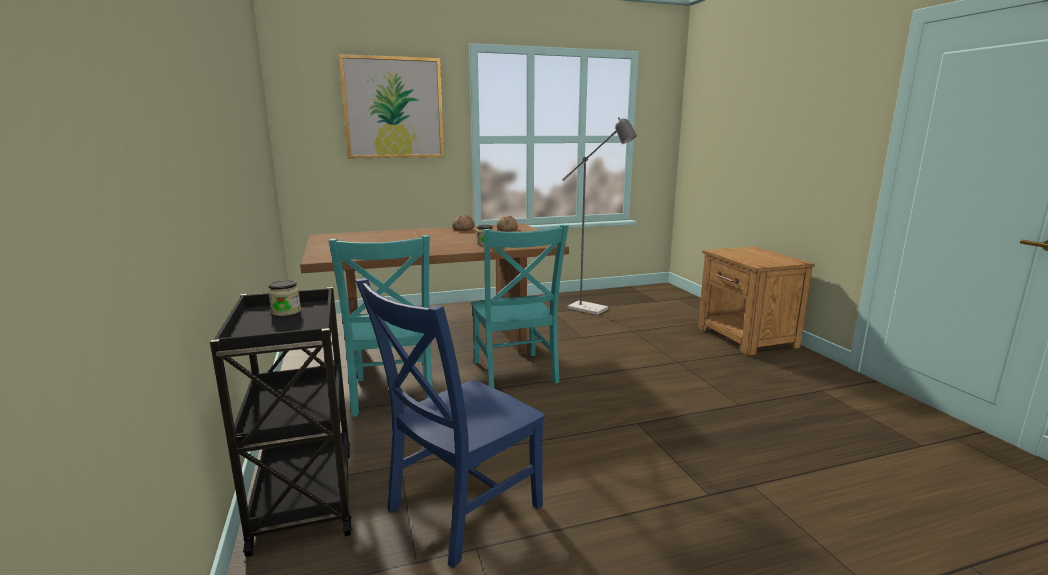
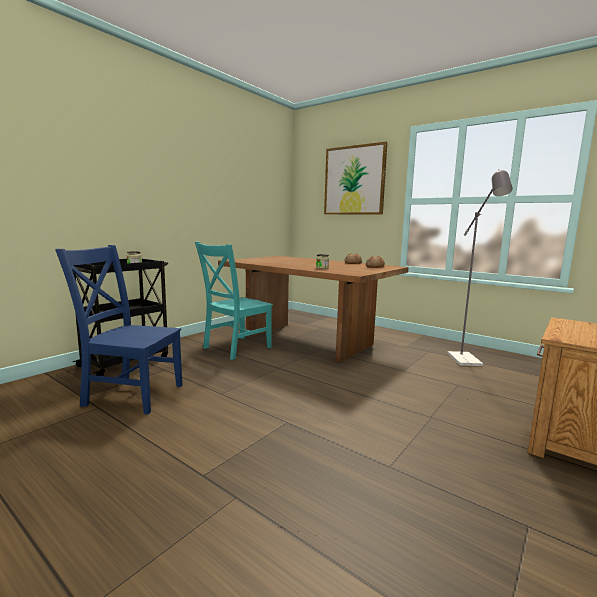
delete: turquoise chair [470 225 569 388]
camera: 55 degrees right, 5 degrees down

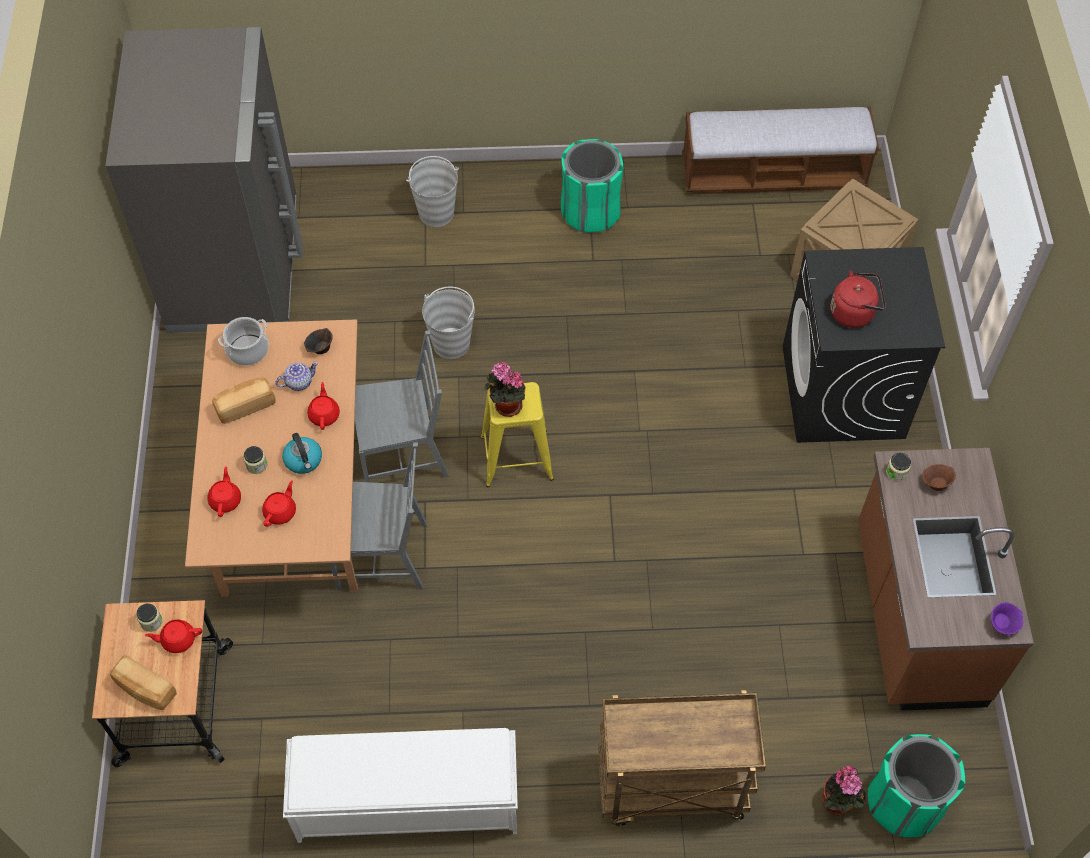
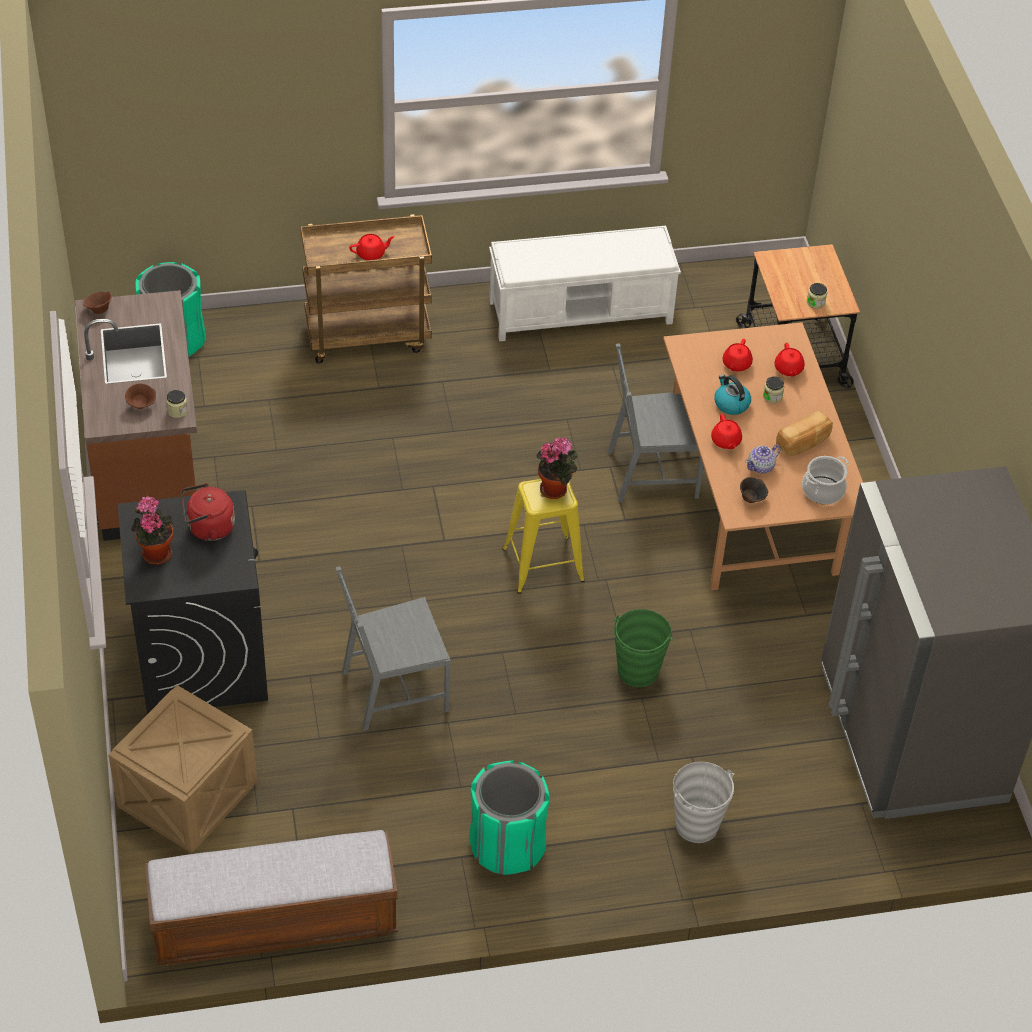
delete: bread [110 656 177 710]
move: grey chair [355 330 449 482] to [336 566 451 731]; red teapot [145 620 202 653] to [349 234 394 260]; potted plant [822 766 866 815] to [131 496 173 565]
recolor: grey bucket [422 287 475 359] to green bucket [613 609 673 687]; purple bowl [991 602 1023 635] to brown bowl [83 292 112 314]
camera: 170 degrees right, 10 degrees down

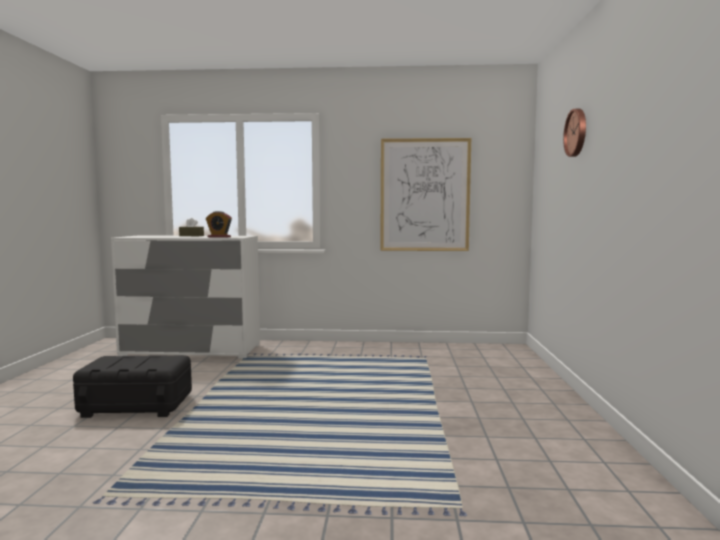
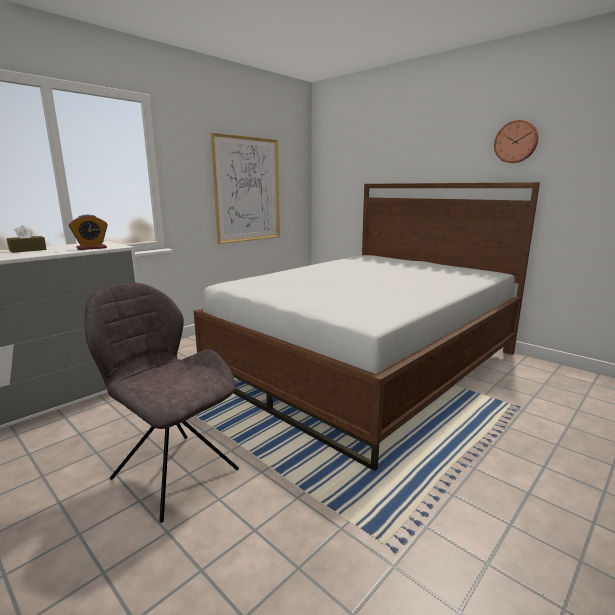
insert: bed [194 182 540 471]
move: wall clock [563 109 586 157] to [494 120 538 163]
replace: black storage box [73 355 192 418] to grey chair [84 283 239 523]
camera: 50 degrees left, 10 degrees up

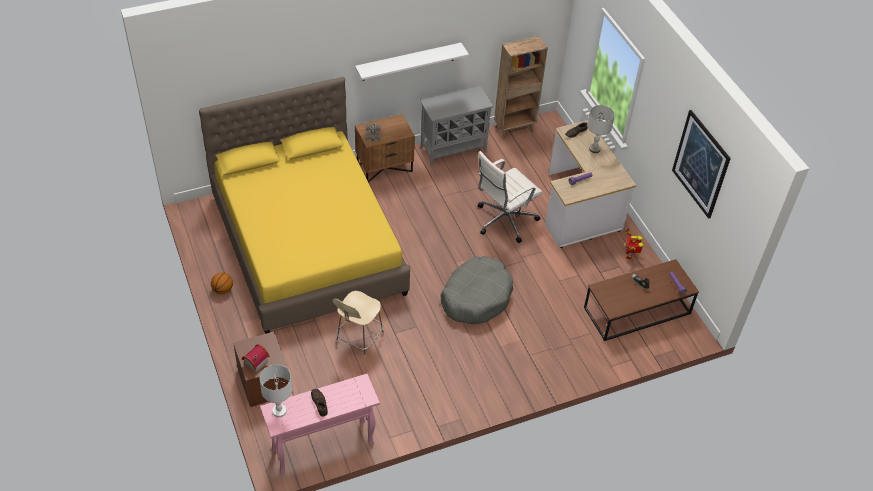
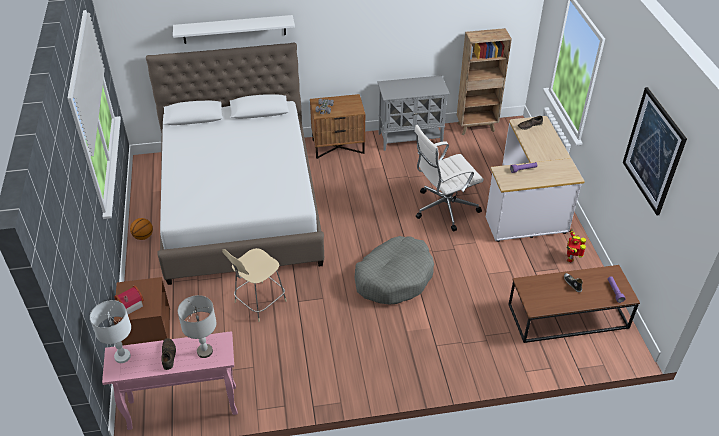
move: white shelf [355 43 469 81] to [173 15 295 44]; grey table lamp [587 105 615 153] to [178 295 217 358]
recolor: yellow bed [199 77 410 334] to white bed [146 42 324 285]
camera: 15 degrees right, 5 degrees down

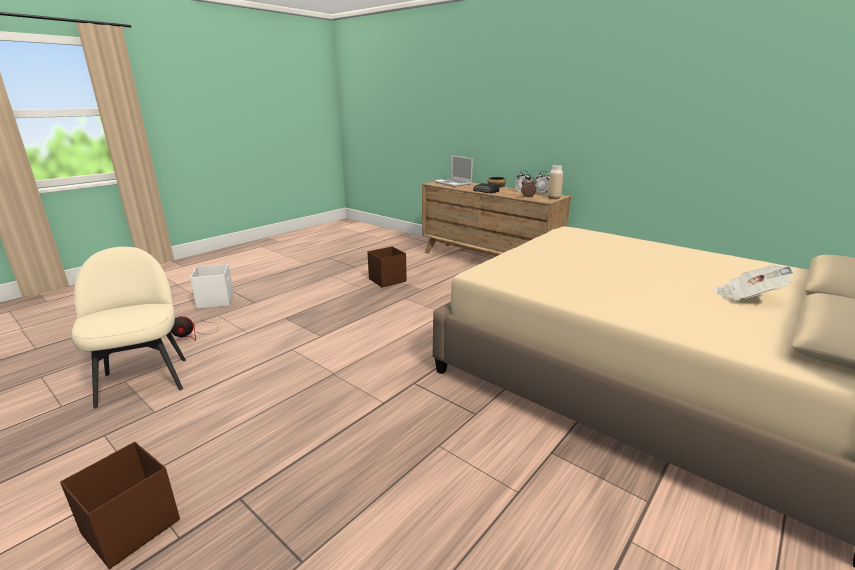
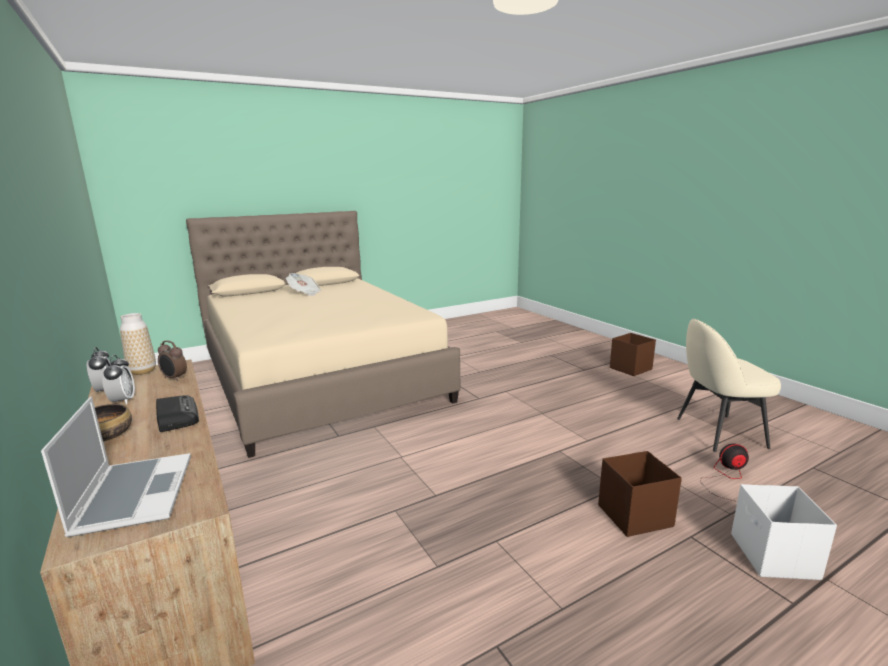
move: brown storage box [367 246 407 288] to [598 451 682 537]
rotate: beige chair [71 247 186 408] = [677 319 781 452] 90 degrees clockwise
camera: 160 degrees left, 5 degrees down

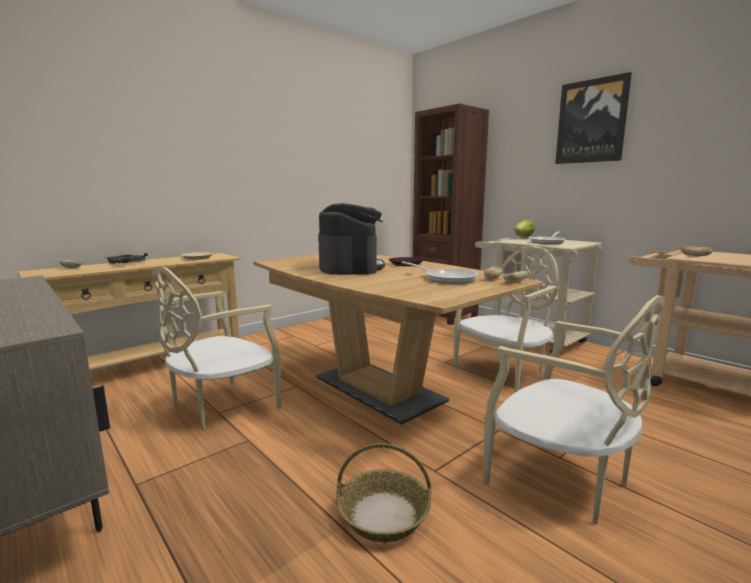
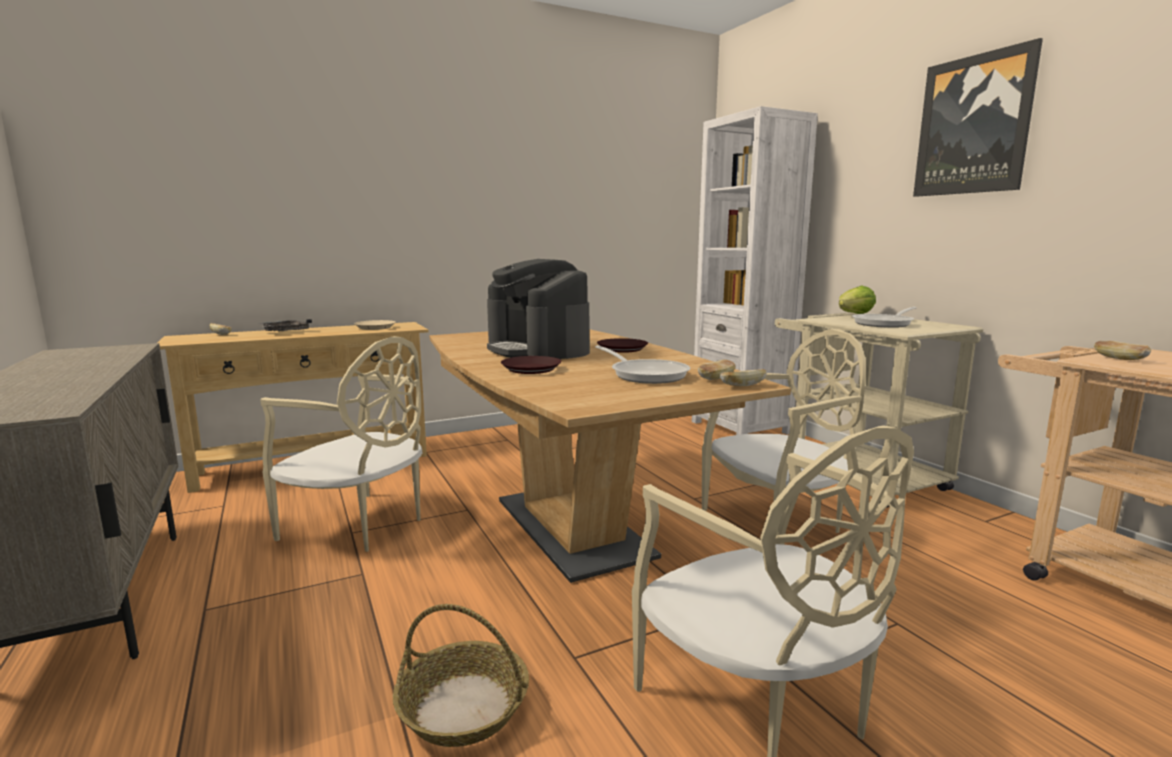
insert: brown plate [501 356 562 374]
recolor: brown bookcase [413 104 489 325] to white bookcase [692 106 818 435]
rotate: coffee machine [318 203 385 275] = [487 259 590 359] 135 degrees clockwise; beige chair [152 267 281 431] = [260 336 423 552] 120 degrees counterclockwise
camera: 15 degrees right, 0 degrees up

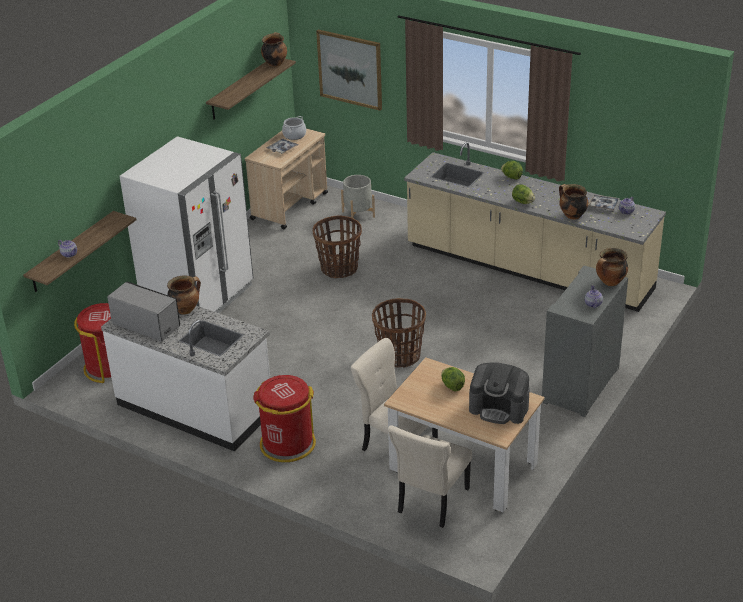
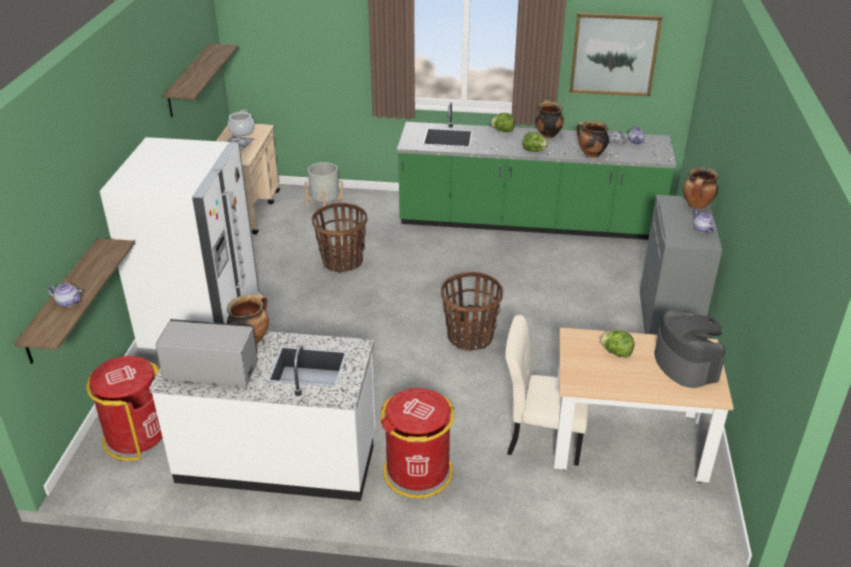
delete: beige chair [388 426 472 528]
move: picture [316 30 382 111] to [569 13 662 97]; cooking pot [261 32 287 67] to [535 100 564 138]
recolor: beige counter [404 142 666 312] to green counter [397 102 676 240]
rotate: coffee machine [469 362 530 424] = [654 310 726 388] 105 degrees counterclockwise
camera: 25 degrees left, 0 degrees up

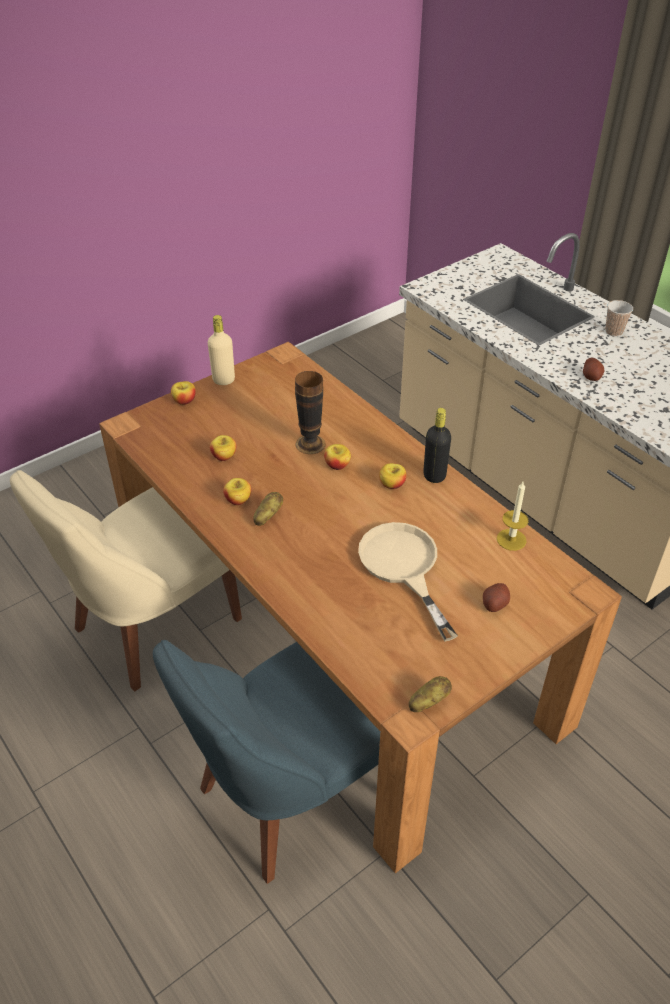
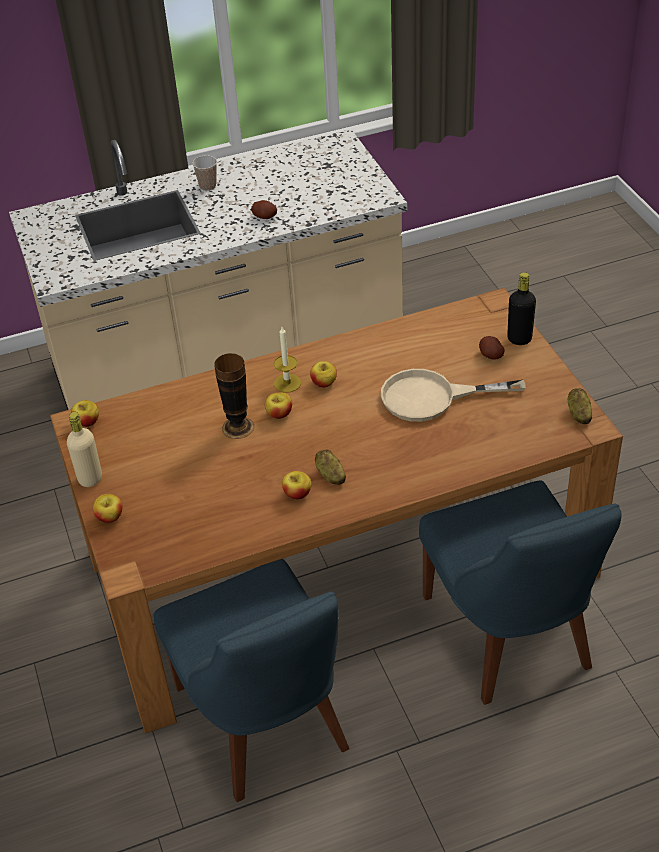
move: black bottle [423 408 451 483] to [507 272 536 345]; apple [210 435 236 461] to [71 400 99 427]; candle [497 482 529 551] to [274 327 301 393]
recolor: beige chair [10 470 242 691] to blue chair [154 559 349 802]
camera: 70 degrees left, 0 degrees up

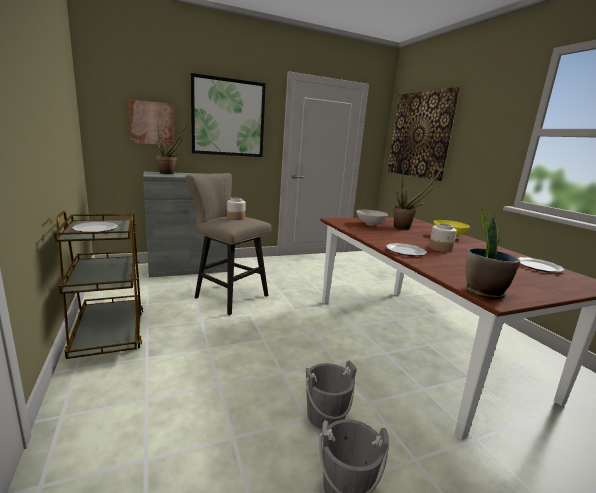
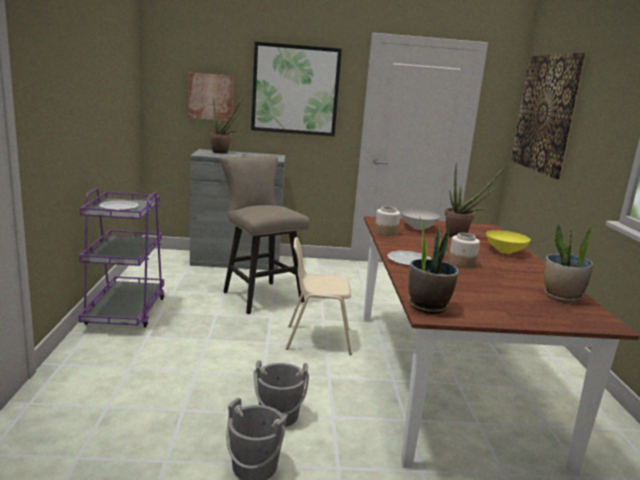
insert: beige chair [286 237 352 355]
move: jar [227 198 246 220] to [375 206 400 236]
replace: plate [518 257 564 272] to potted plant [544 224 593 302]
recolor: brown cart [54 210 143 359] to purple cart [79 188 165 327]
camera: 20 degrees right, 0 degrees up

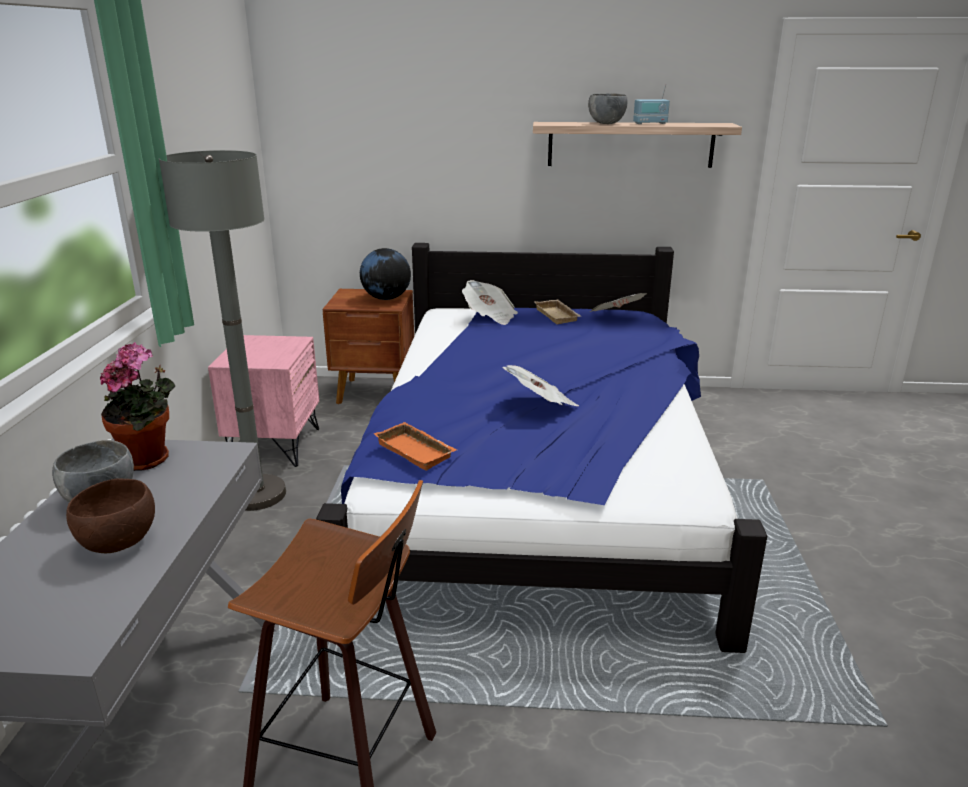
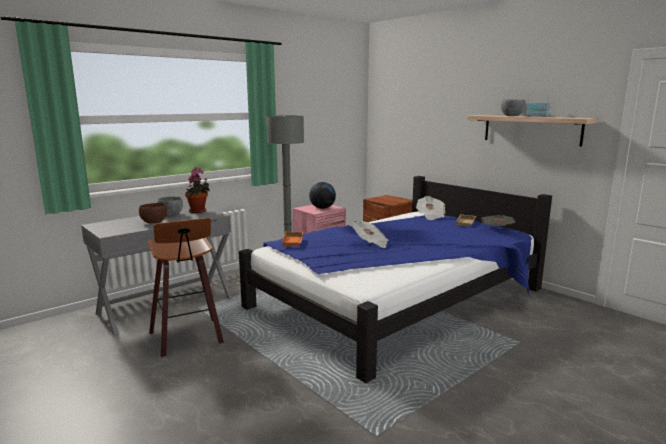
move: globe [360 248 411 300] to [309 182 336 209]
camera: 45 degrees right, 10 degrees down

